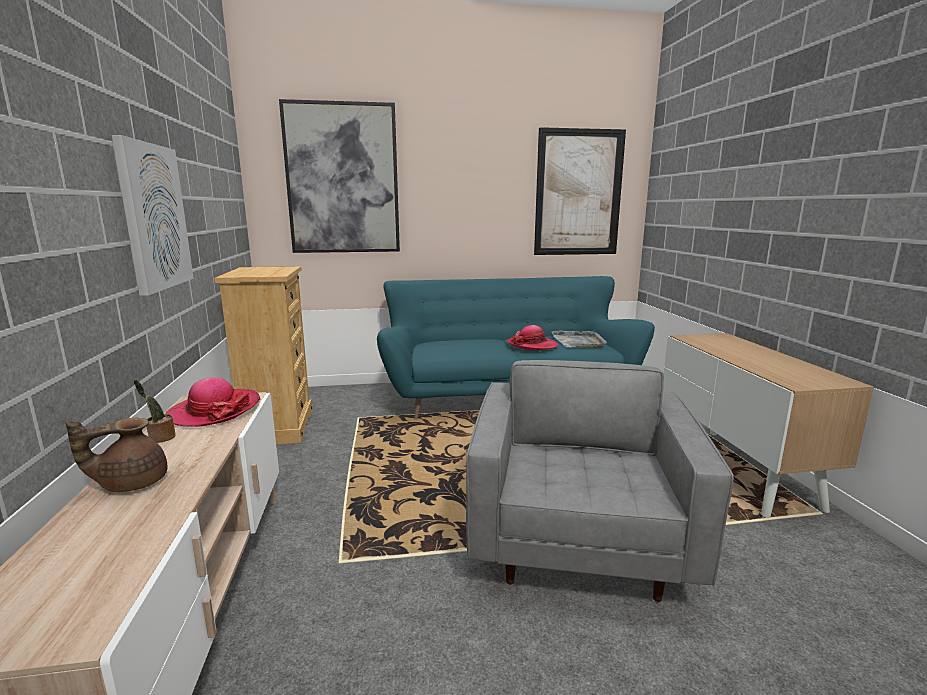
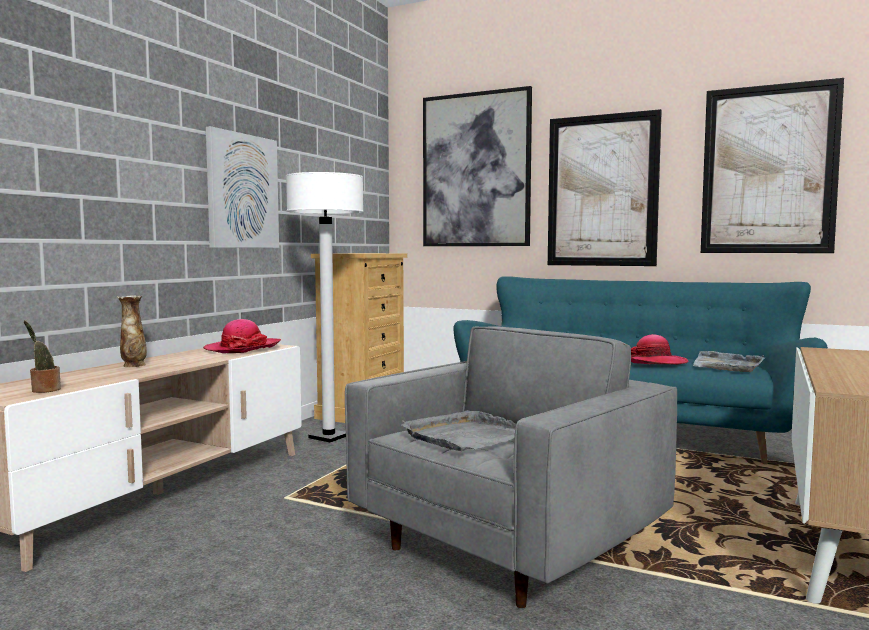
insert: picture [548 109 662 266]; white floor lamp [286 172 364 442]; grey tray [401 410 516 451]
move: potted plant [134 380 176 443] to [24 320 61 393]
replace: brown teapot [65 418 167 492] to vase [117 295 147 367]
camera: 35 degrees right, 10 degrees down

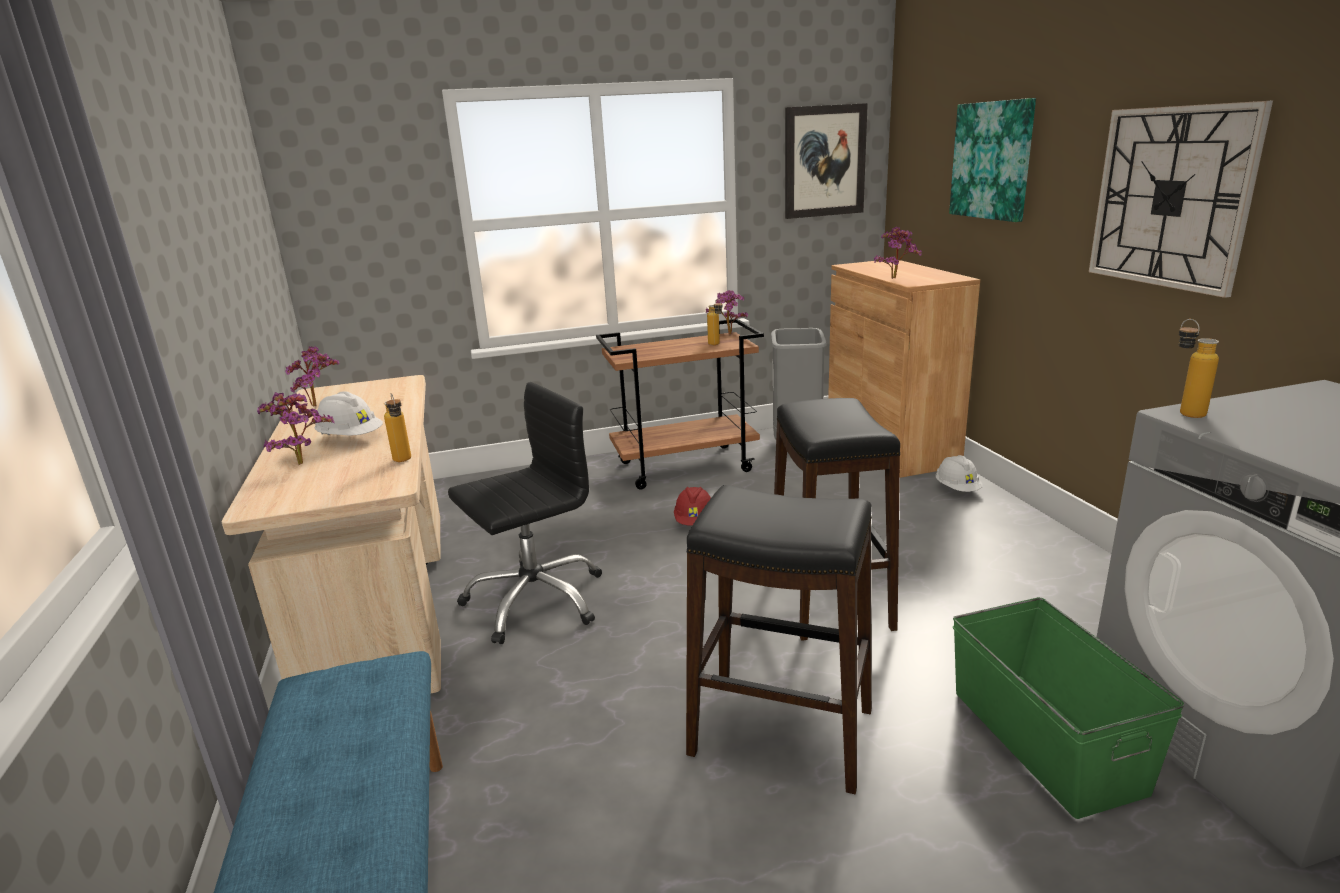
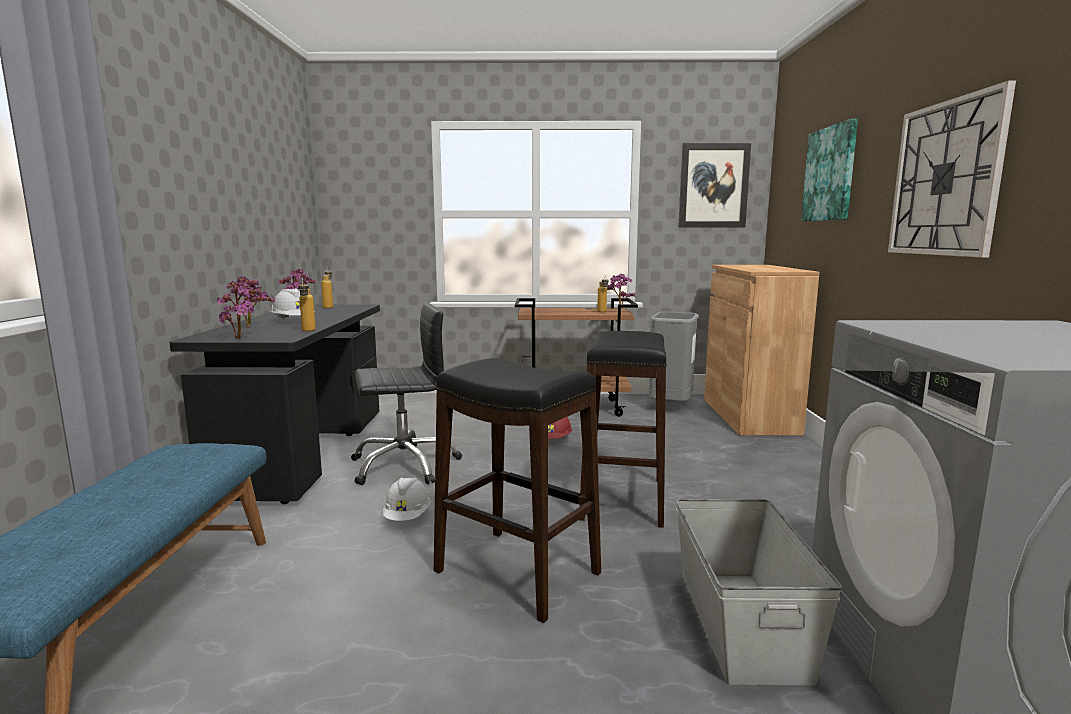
move: potted plant [874 227 922 279] to [217 282 266 339]; bottle [1179 319 1219 418] to [321 267 333 308]; white hard hat [935 455 983 492] to [383 478 431 521]
recolor: beige desk [222 375 441 693] to black desk [169 304 380 504]; green storage box [953 597 1185 819] to grey storage box [676 499 842 685]
camera: 15 degrees right, 10 degrees down

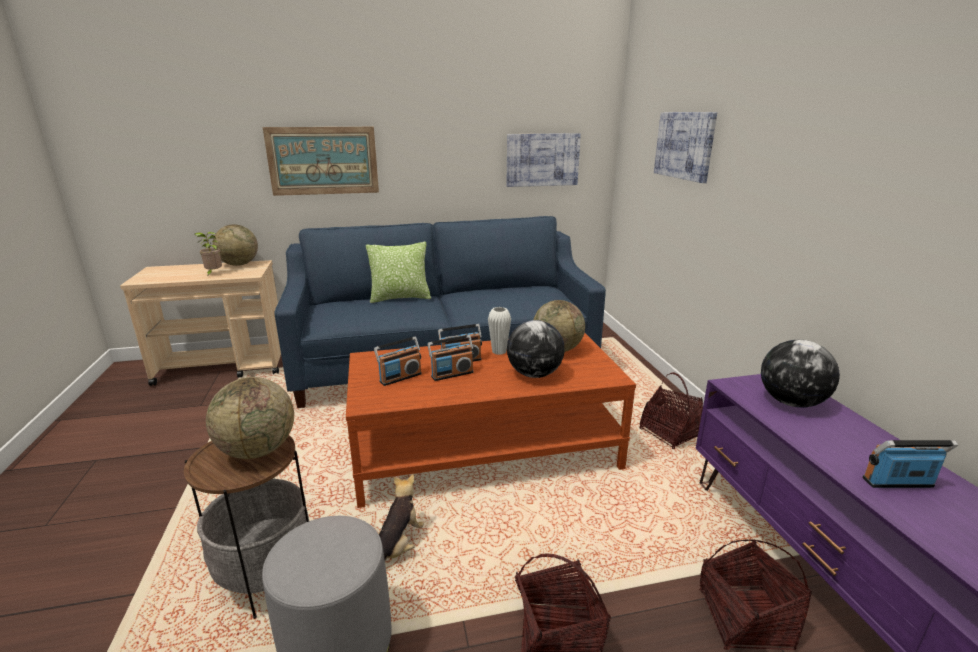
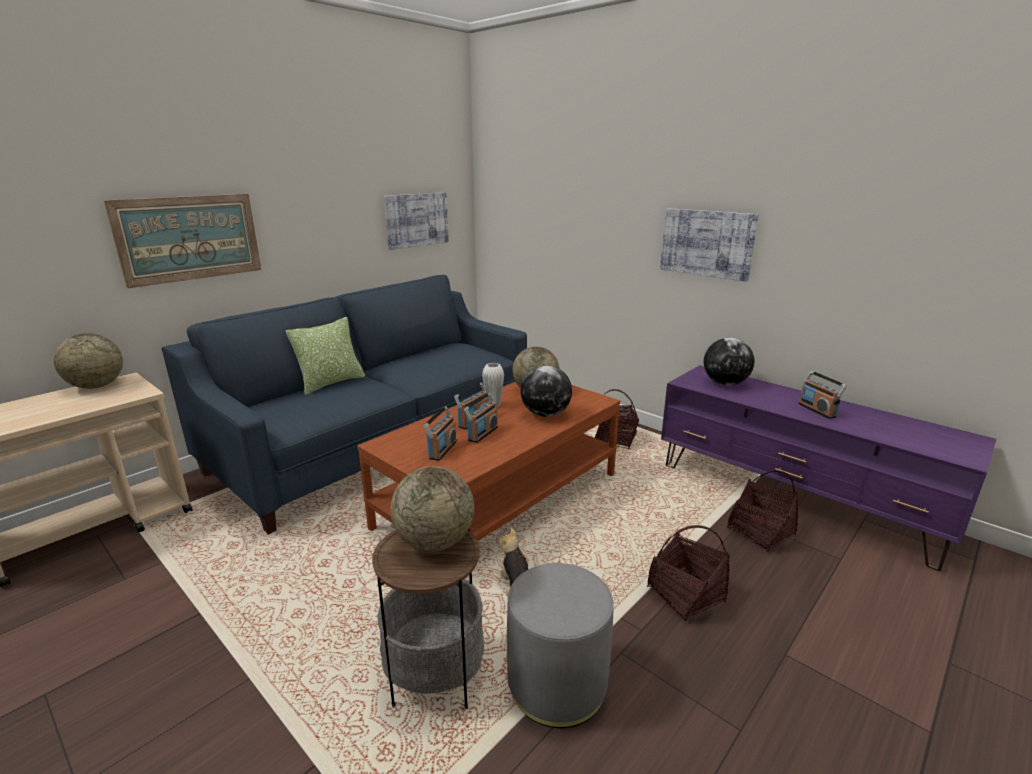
delete: potted plant [194 232 222 277]
move: picture [654 112 717 183] to [660 208 759 282]
rotate: radio [862 440 958 488] = [798 371 847 419] 75 degrees counterclockwise
camera: 35 degrees left, 0 degrees up

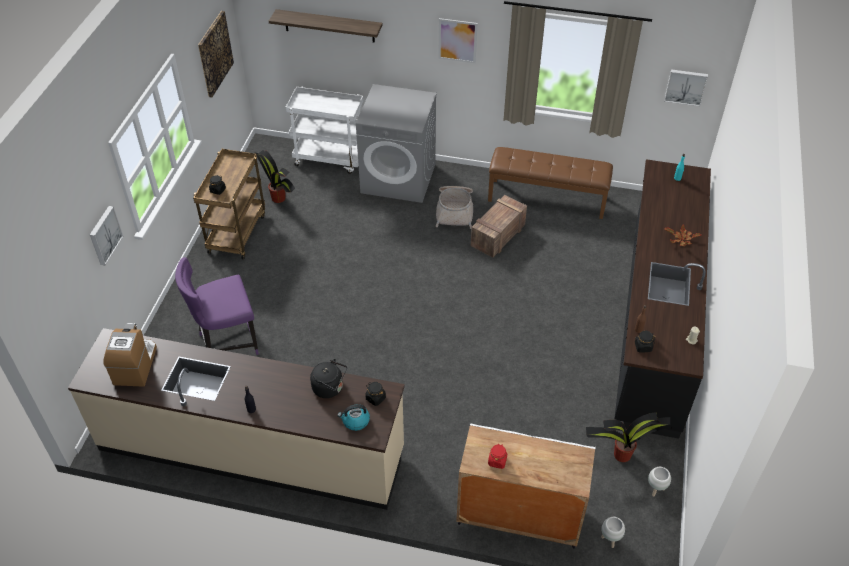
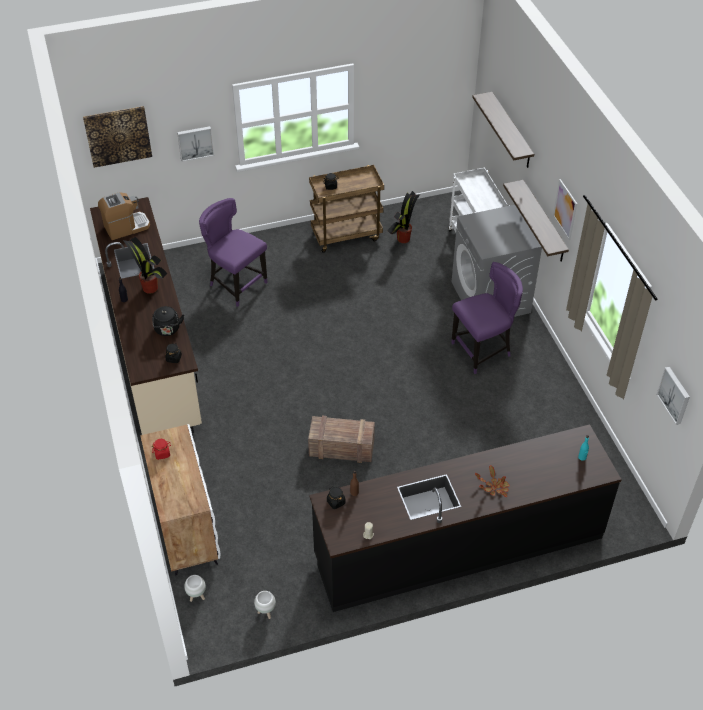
delete: brown bench [488 147 613 219]; kettle [337 404 370 431]
insert: shelf [503 180 569 262]
move: picture [198 11 234 97] to [83 106 152 168]; crate [471 195 527 257] to [308 416 375 463]; potted plant [586 412 672 462] to [123 236 167 294]
replace: basket [435 186 473 229] to purple chair [451 262 523 374]
camera: 60 degrees right, 0 degrees up

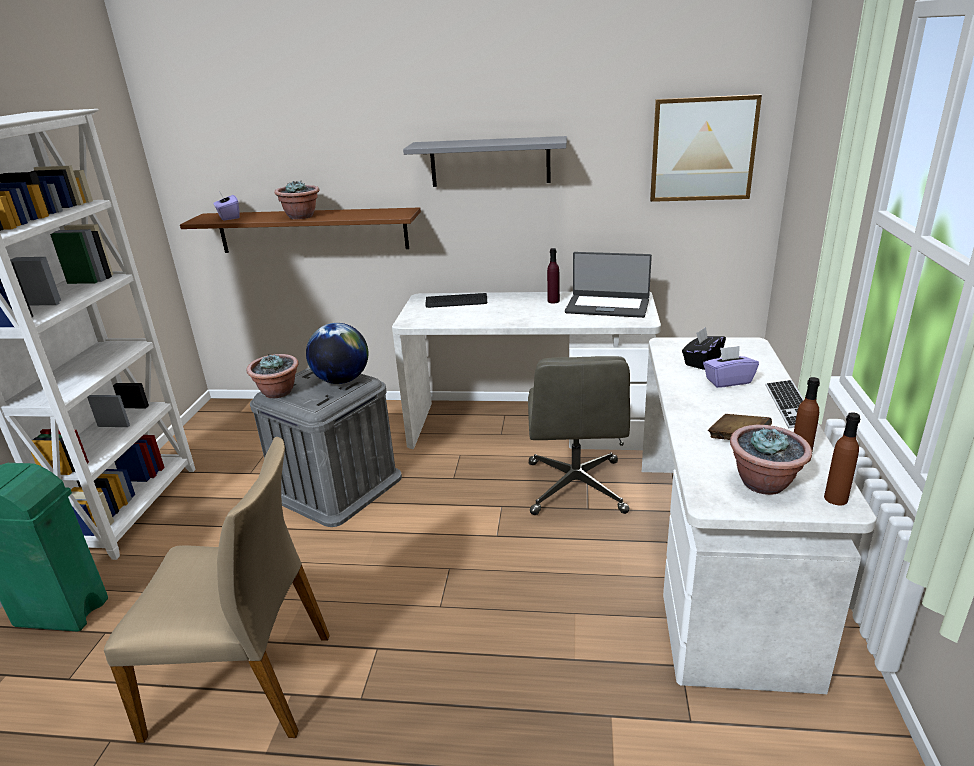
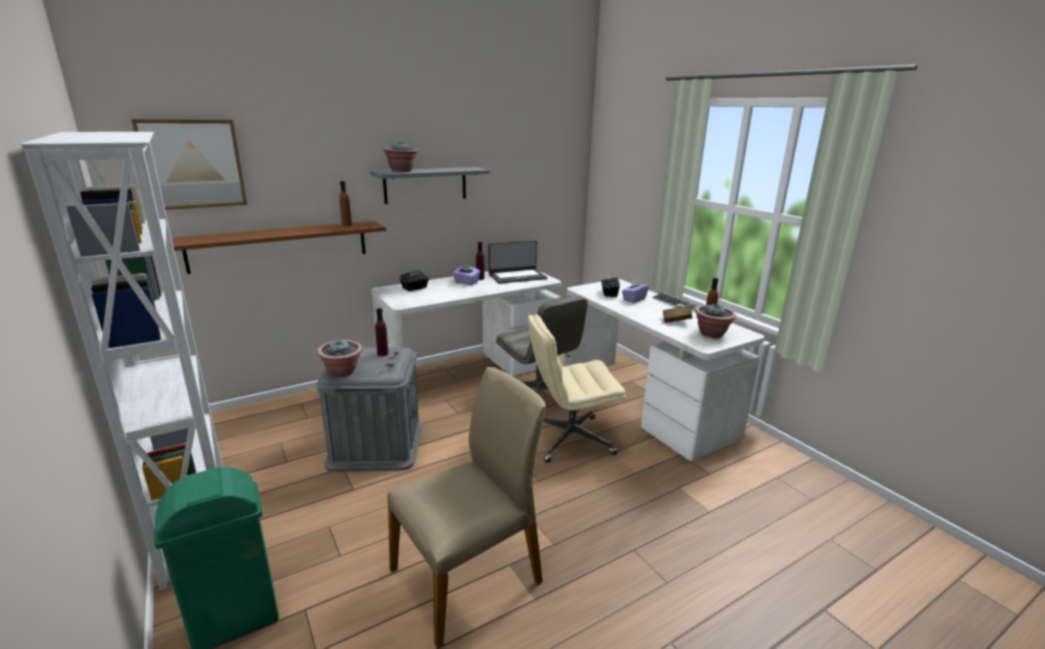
insert: beige office chair [528 314 626 463]
move: picture [650 94 762 202] to [131 119 247 210]; potted plant [274 181 319 219] to [383 142 418 172]; purple tissue box [213 191 240 221] to [453 264 480 285]; brown bottle [824 412 860 505] to [339 181 352 226]
replace: keyboard [425 293 487 308] to black tissue box [400 269 429 291]; globe [306 323 368 384] to purple bottle [375 308 388 356]
camera: 40 degrees left, 5 degrees down

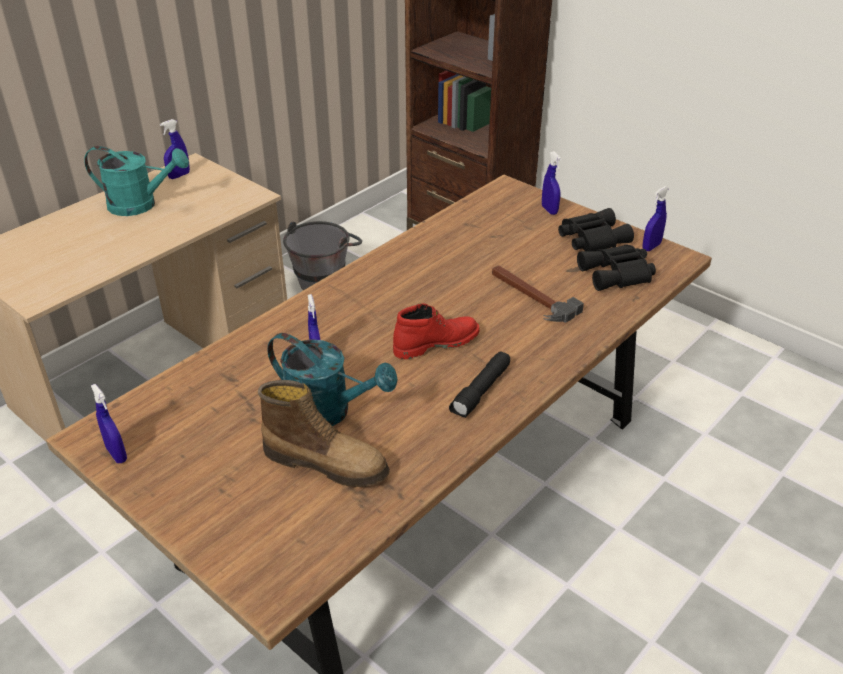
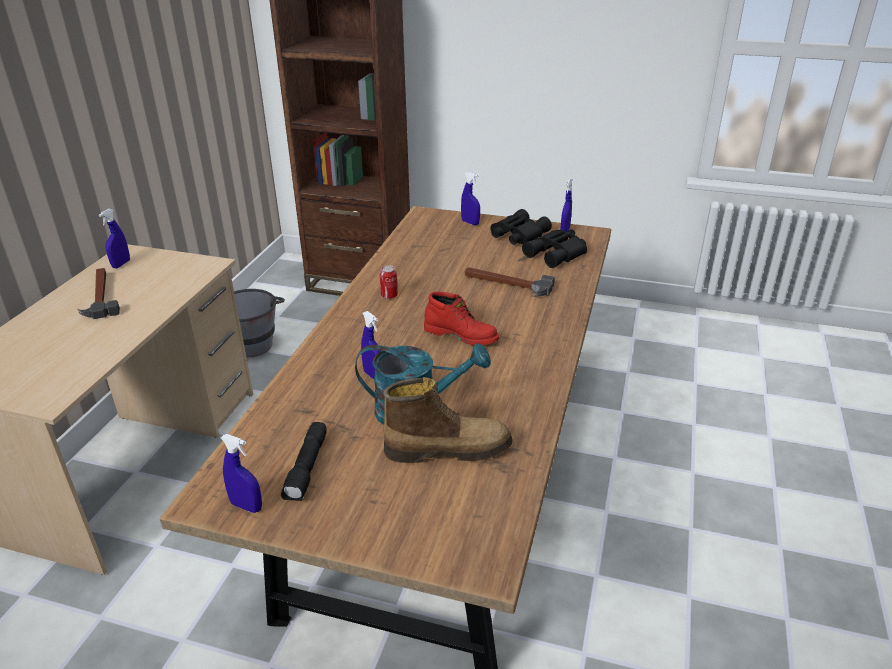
insert: can [380 265 398 299]
move: black flashlight [449 351 510 418] to [281 422 327 501]
replace: turquoise watering can [84 146 189 216] to hammer [78 268 120 319]
rotate: red boot [393 303 480 359] = [424 292 499 345] 75 degrees clockwise
camera: 25 degrees left, 5 degrees down

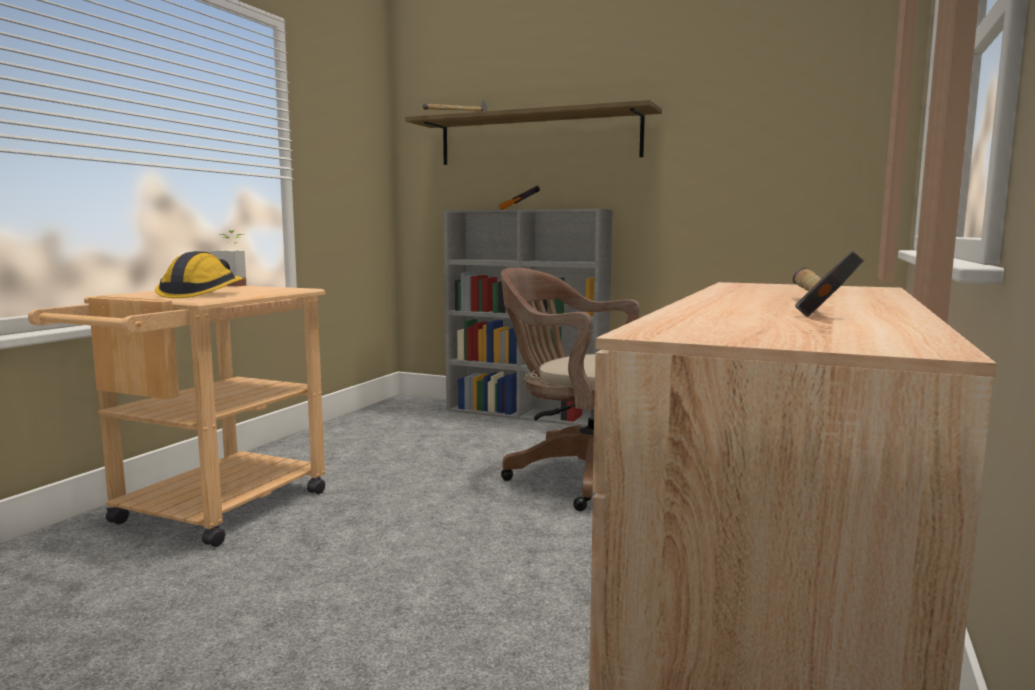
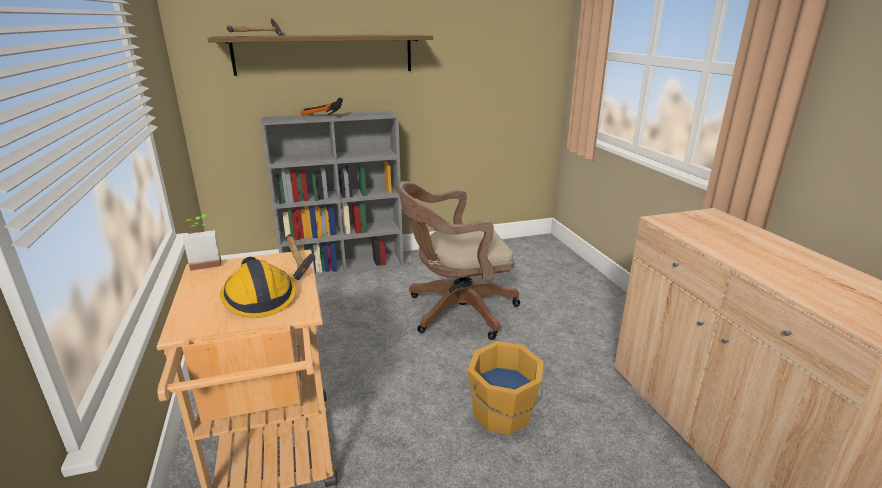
insert: orange bucket [468 341 543 435]
move: hammer [793 251 864 317] to [286 234 315 280]
camera: 40 degrees left, 15 degrees up

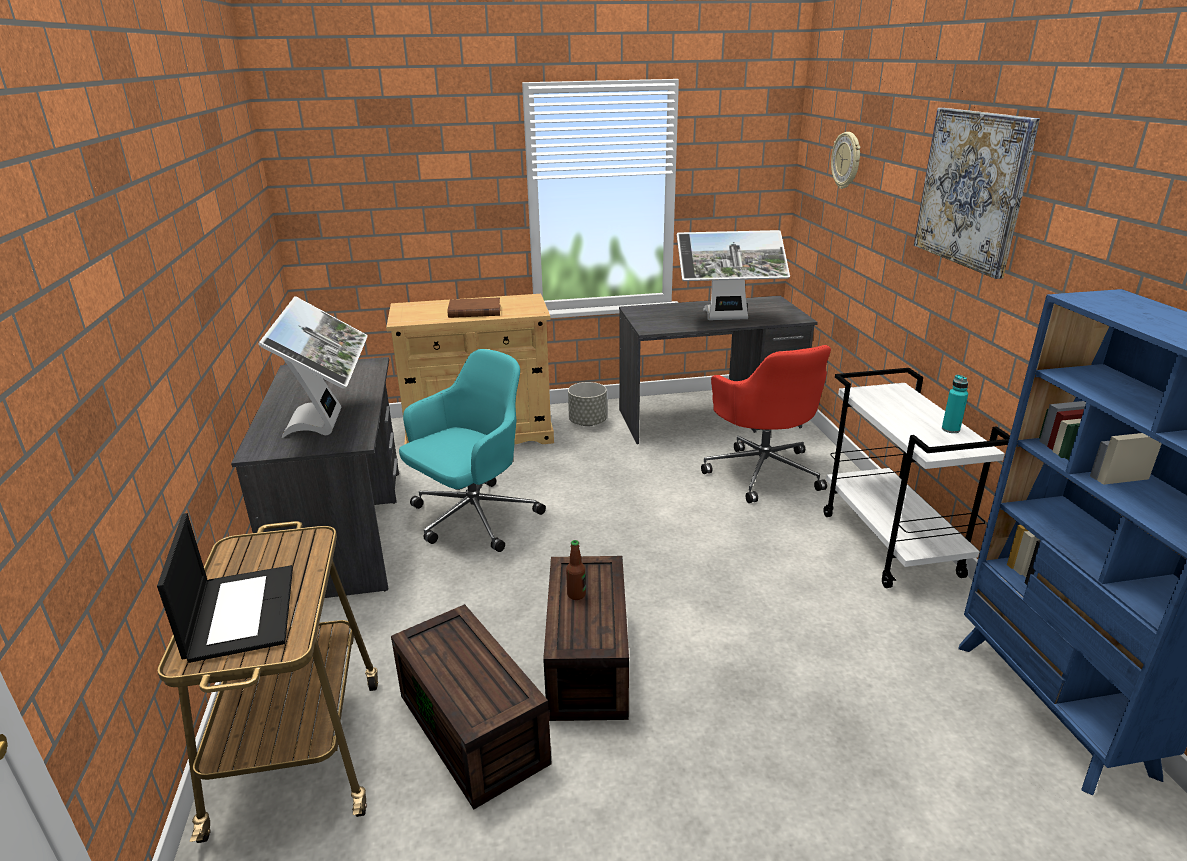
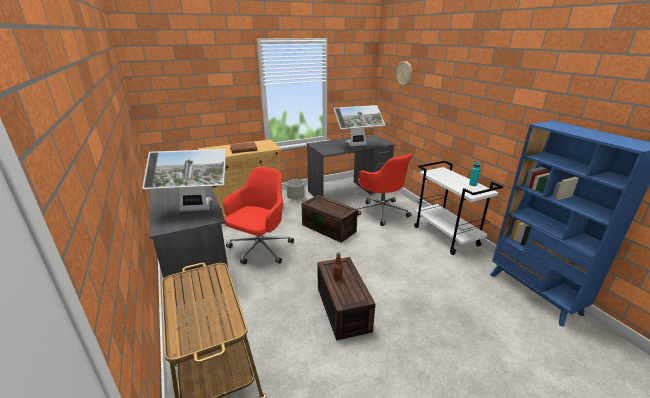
delete: picture [914 108 1040 279]; laptop [157 513 293 663]
move: brown storage box [391 604 552 809] to [301 195 358 243]
recolor: turquoise office chair [399 349 546 552] to red office chair [223 167 294 265]
rotate: monitor [259 296 368 438] = [142 149 226 212] 105 degrees clockwise
camera: 15 degrees left, 0 degrees up

